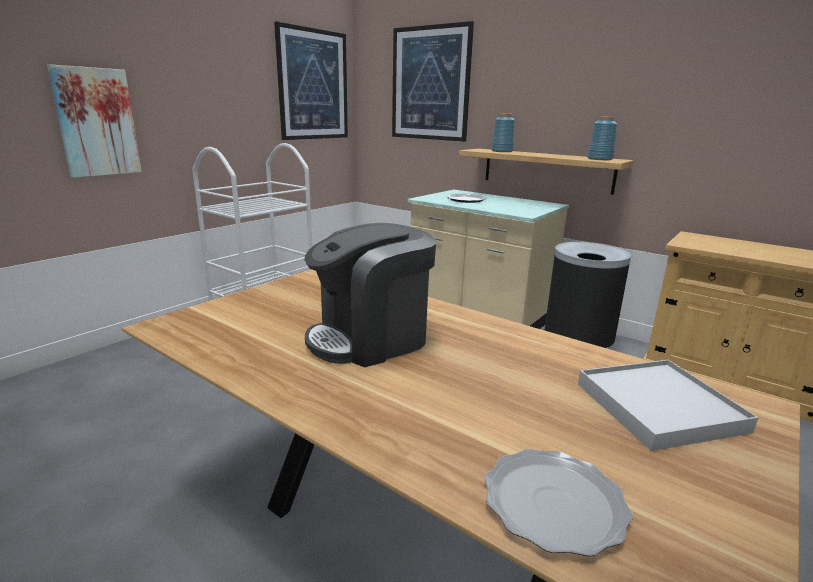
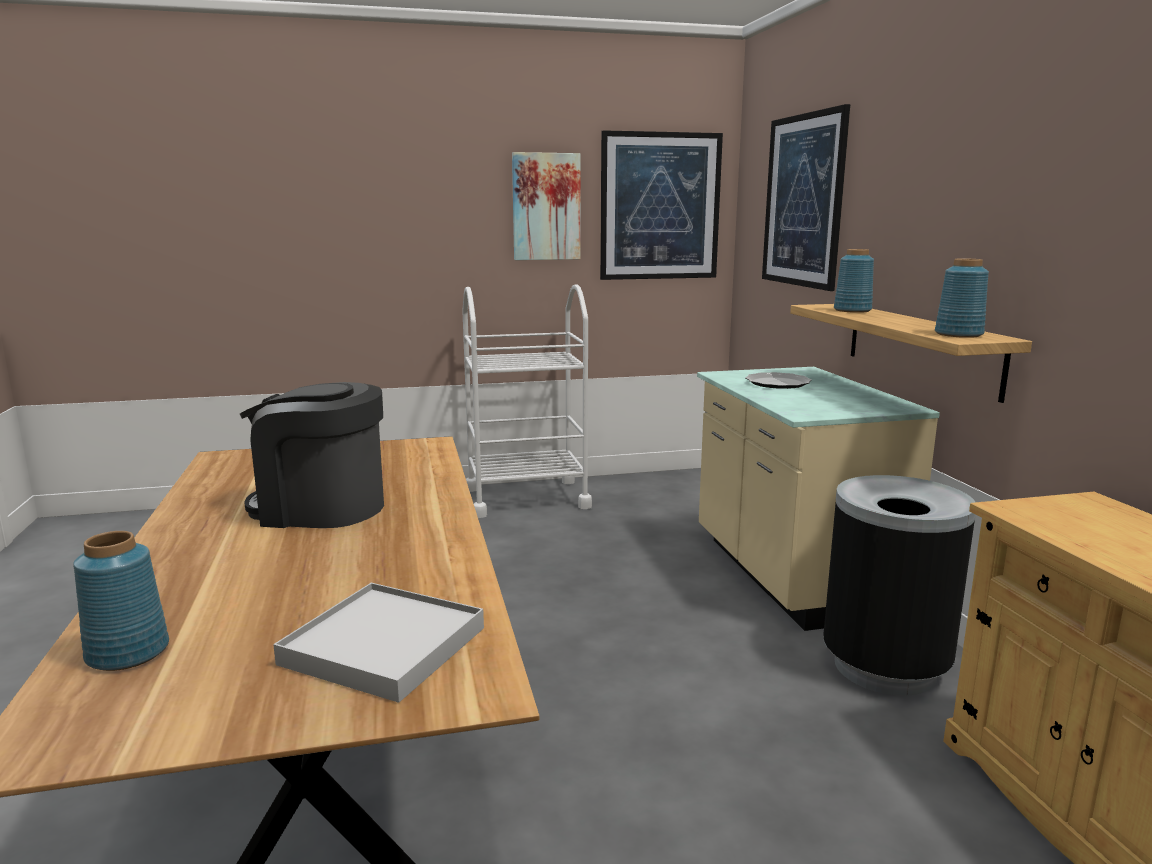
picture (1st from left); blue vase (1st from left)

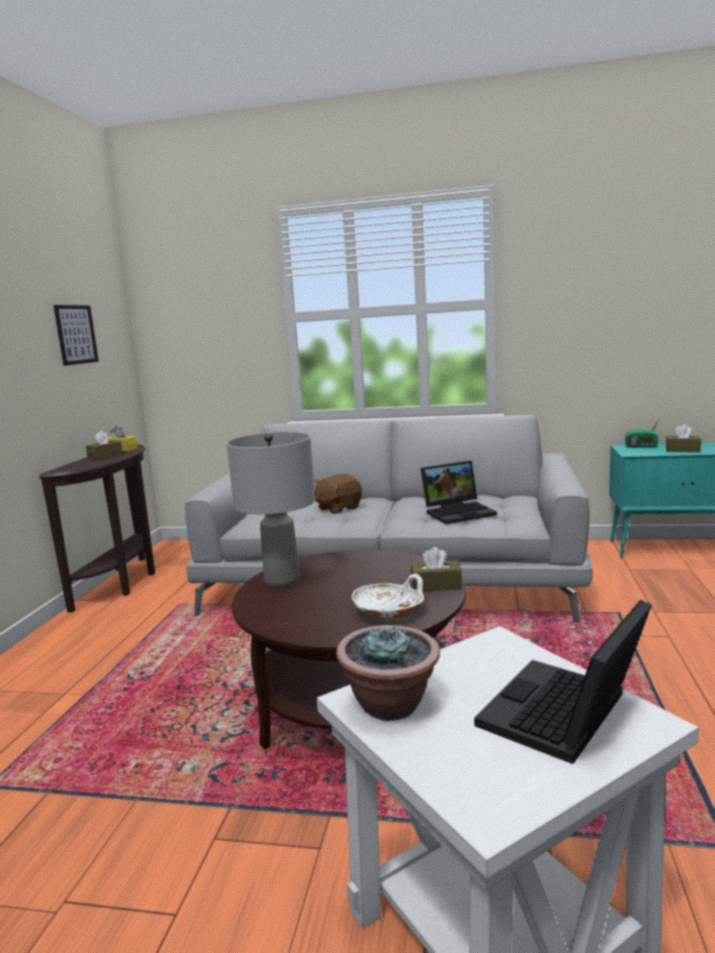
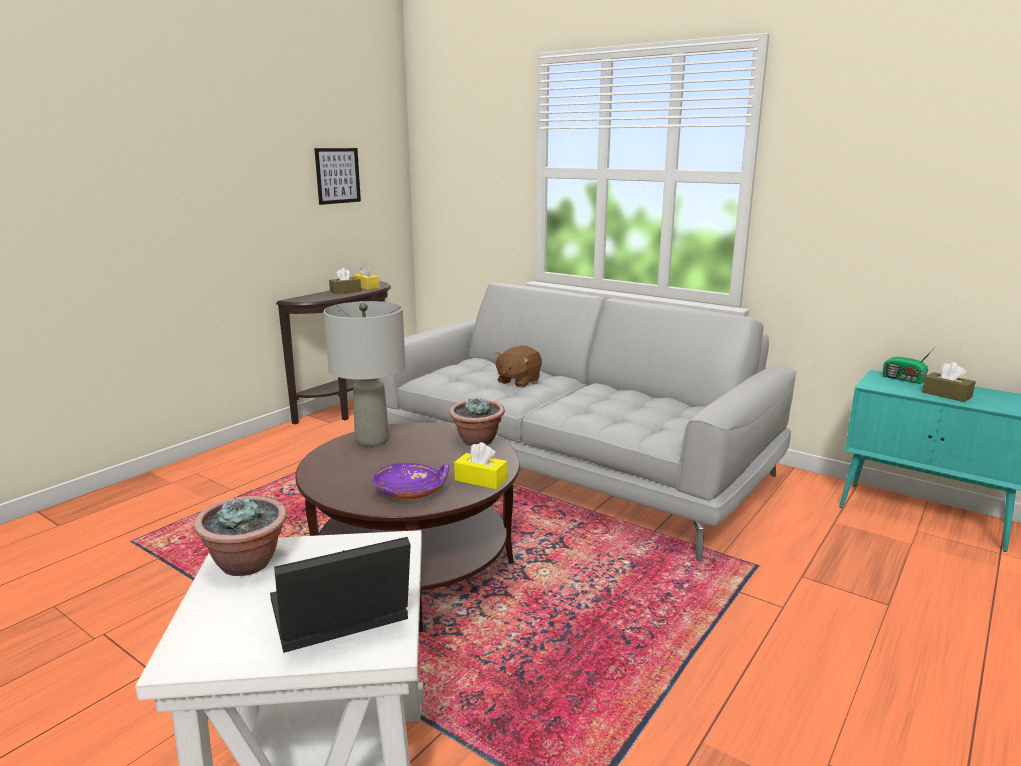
laptop (1st from left in the first image); brown plush toy; yellow tissue box (2nd from left); purple bowl; potted plant (2nd from left)

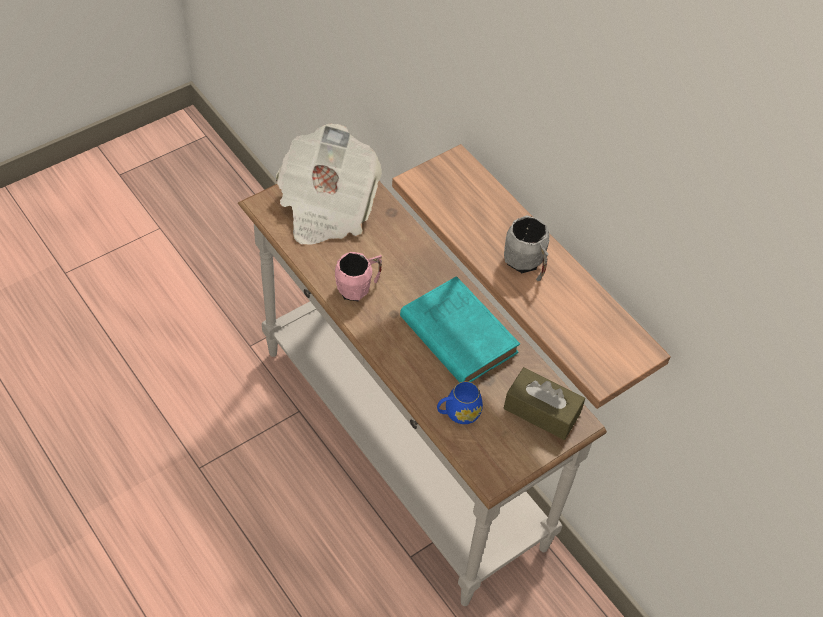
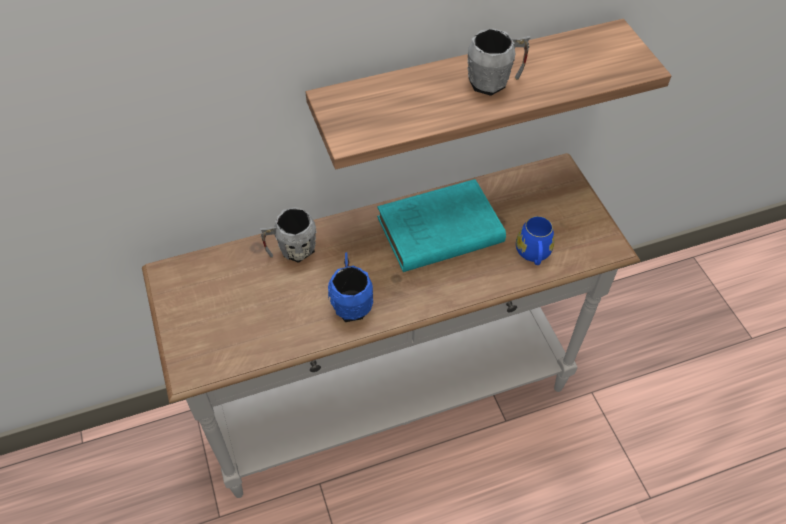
newspaper; blue mug (1st from left); brown tissue box; grey mug (1st from left)

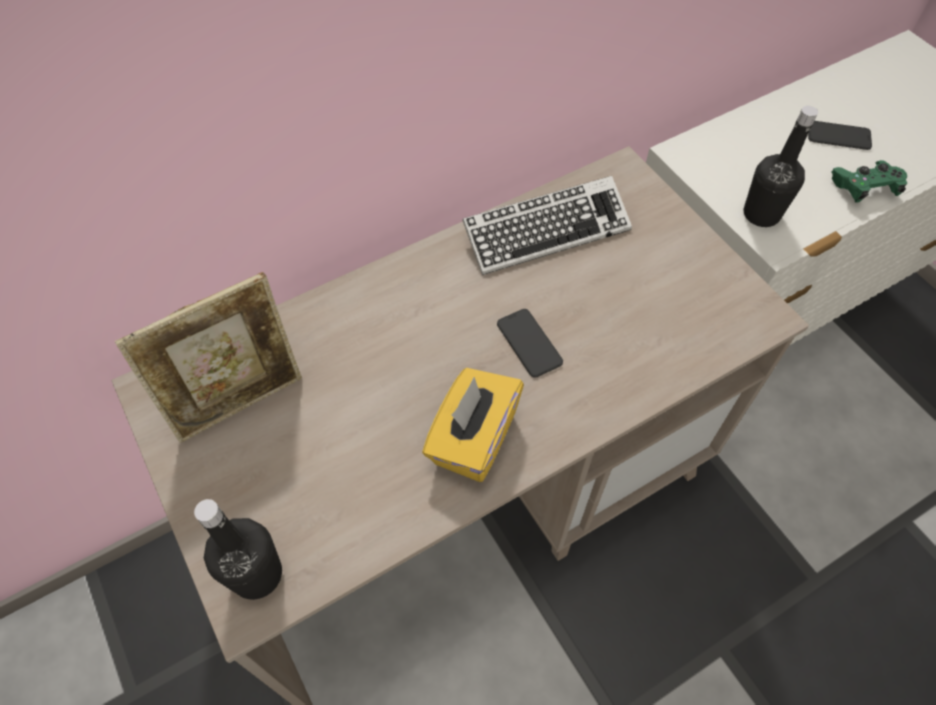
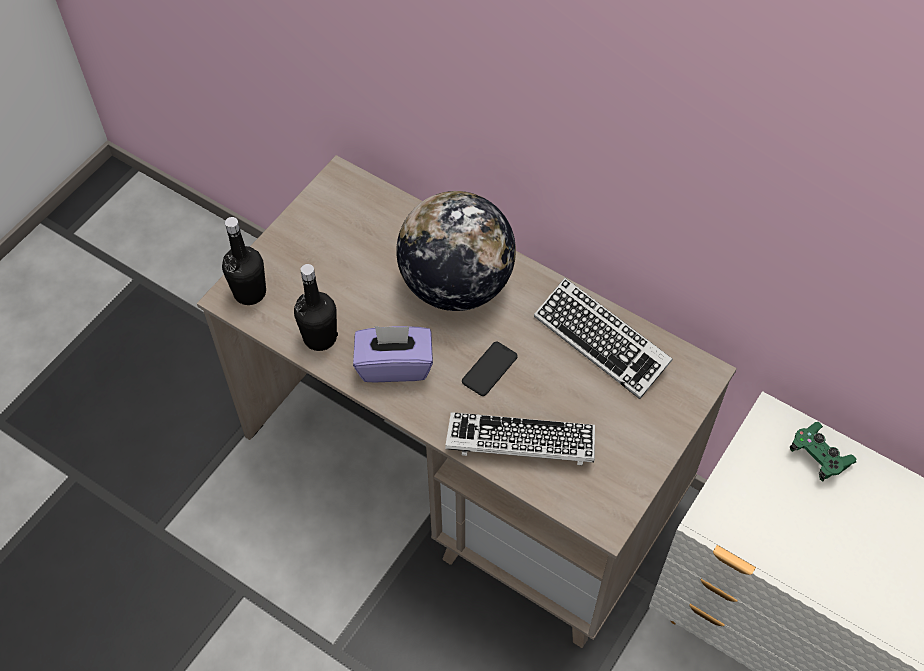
black bottle (2nd from left); phone (2nd from left in the first image); green game controller; picture frame; purple tissue box; globe; keyboard (1st from left)

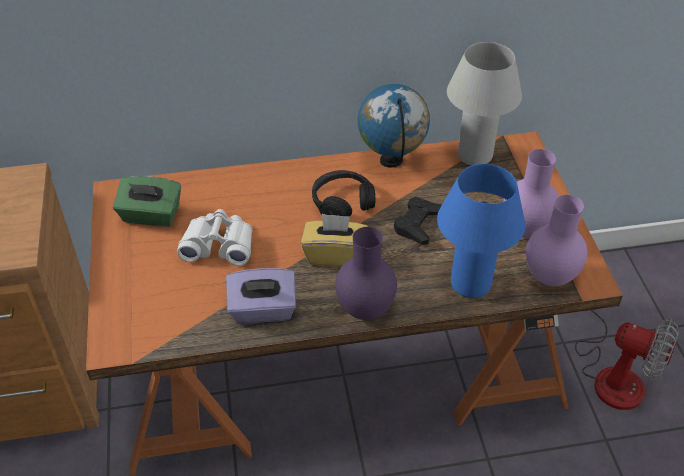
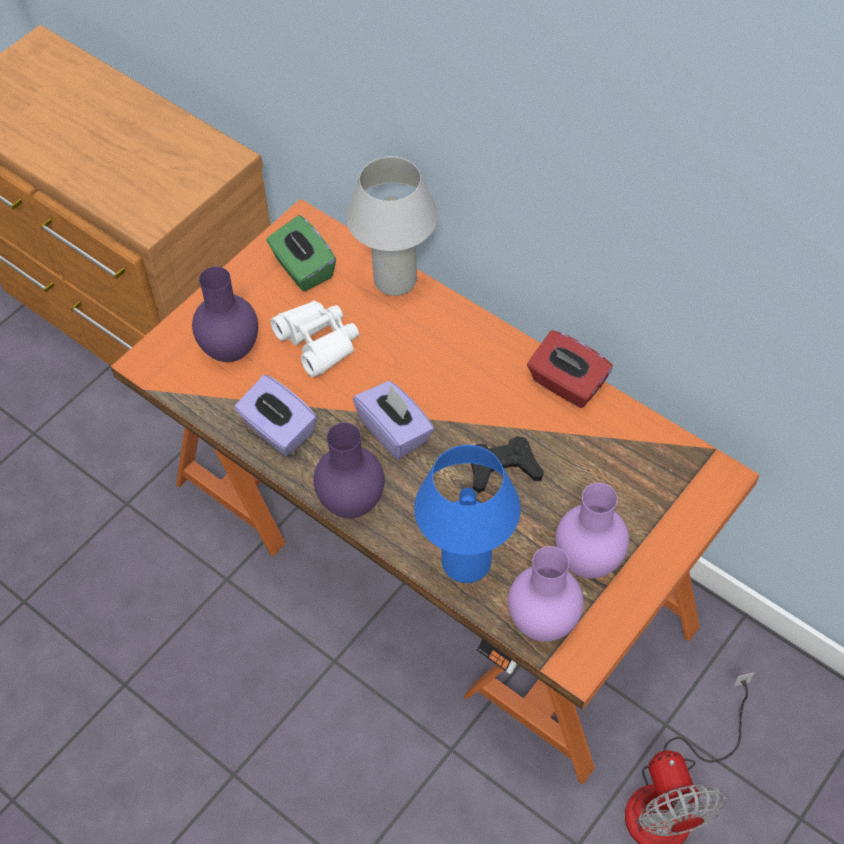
white table lamp; red tissue box; black headphones; purple tissue box (2nd from left); purple vase (1st from left)

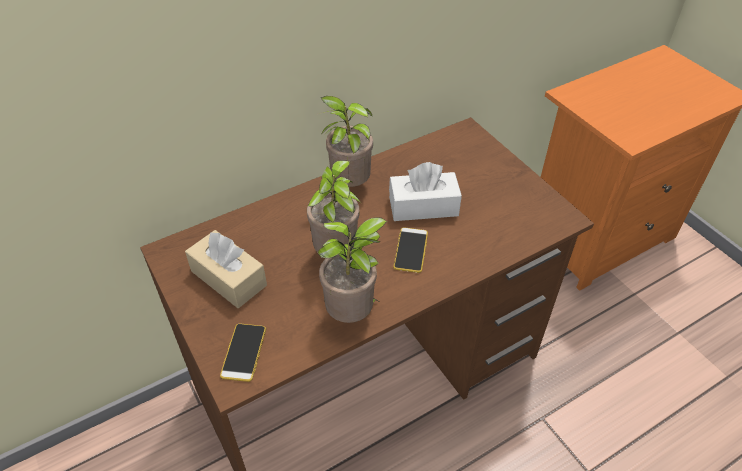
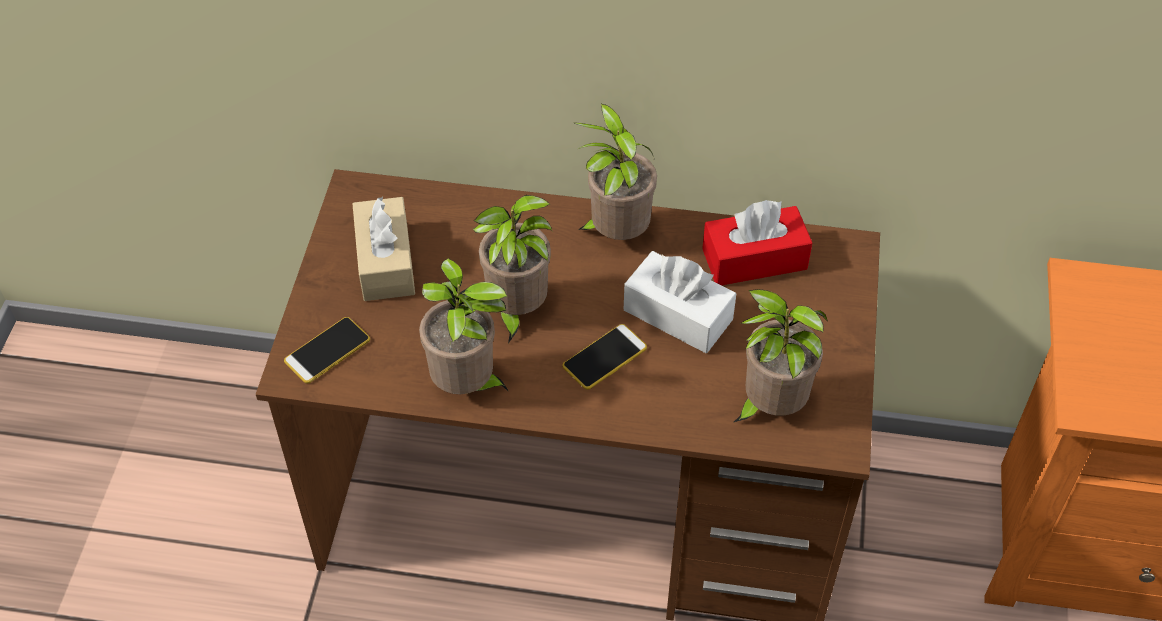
red tissue box; potted plant (4th from left)

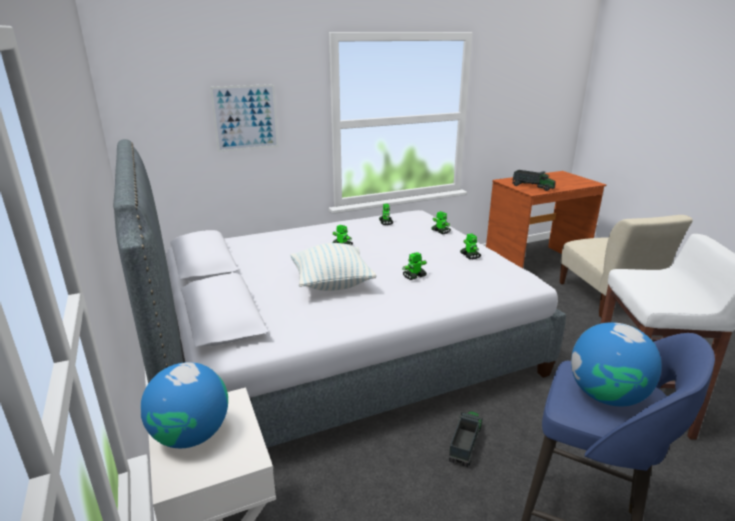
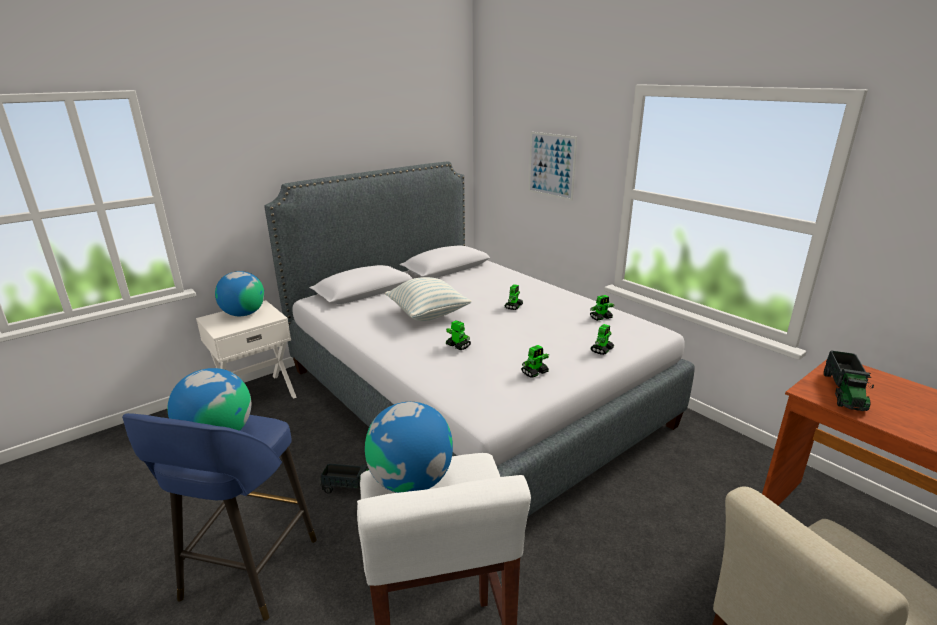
globe (3rd from left)

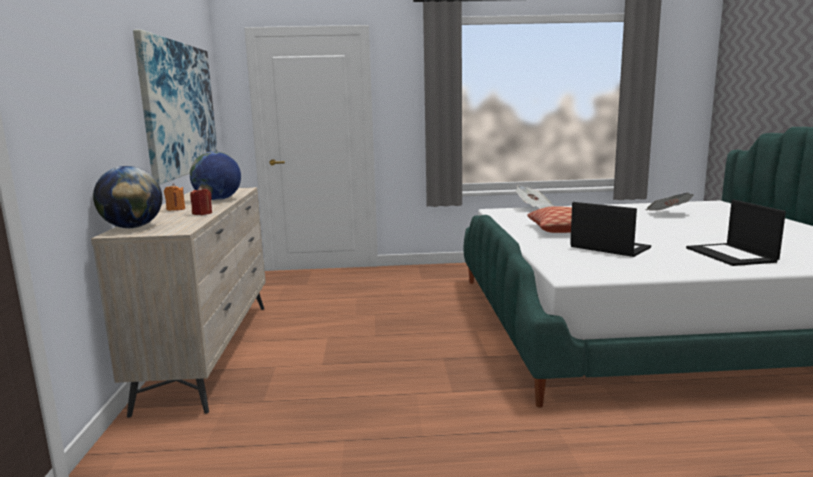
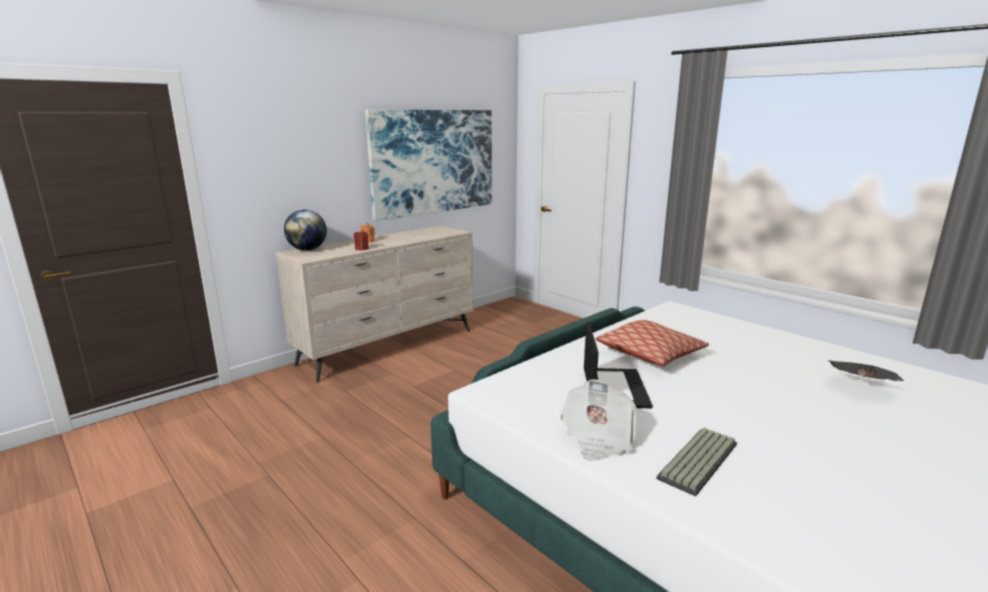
globe (2nd from left in the first image); newspaper (1st from left); keyboard

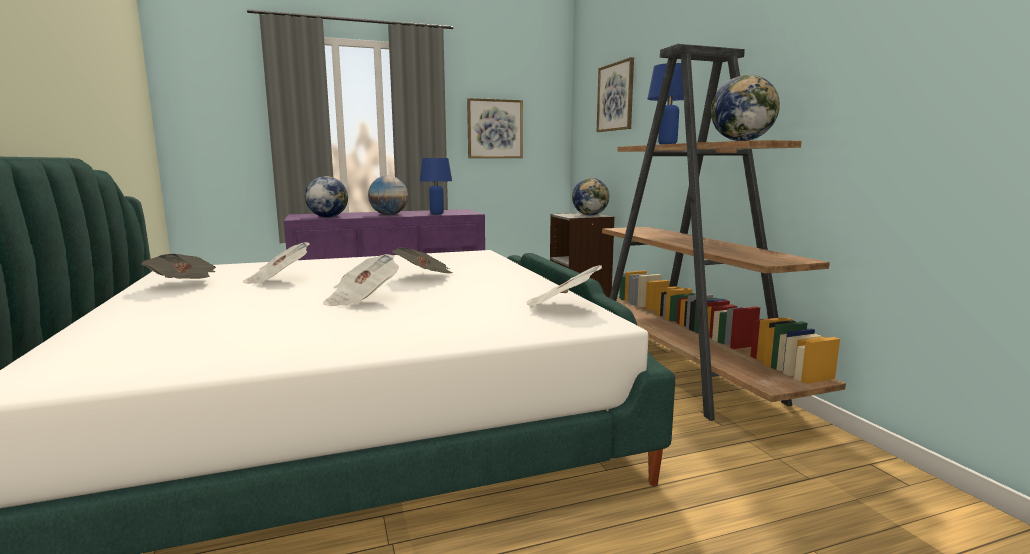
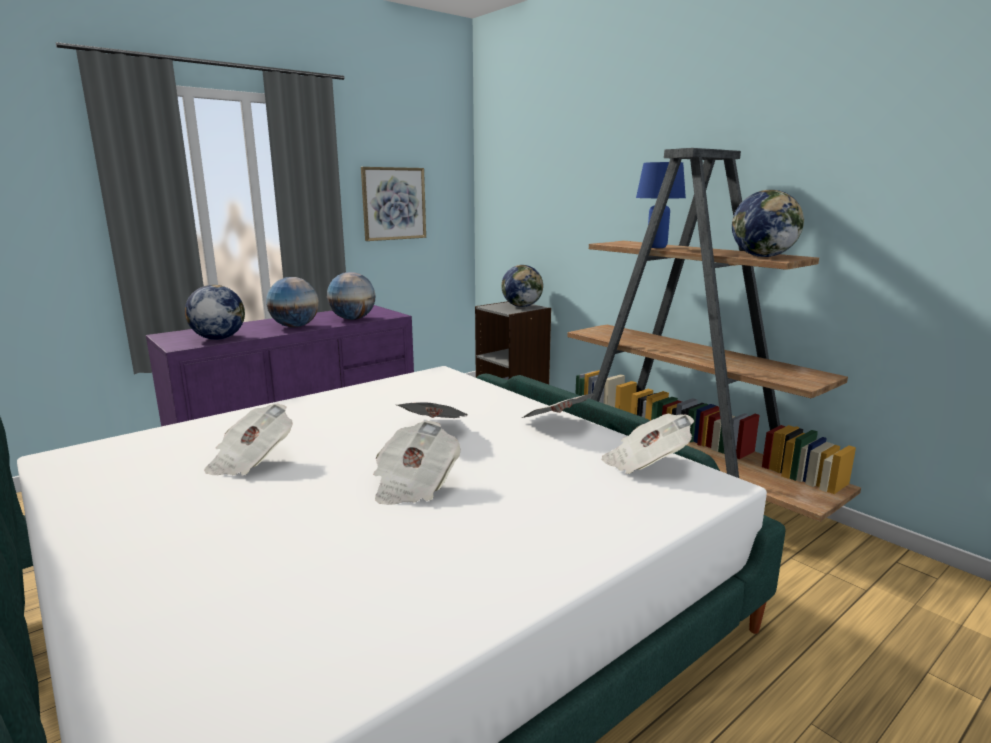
picture (2nd from left in the first image); globe (3rd from left); newspaper (4th from left)

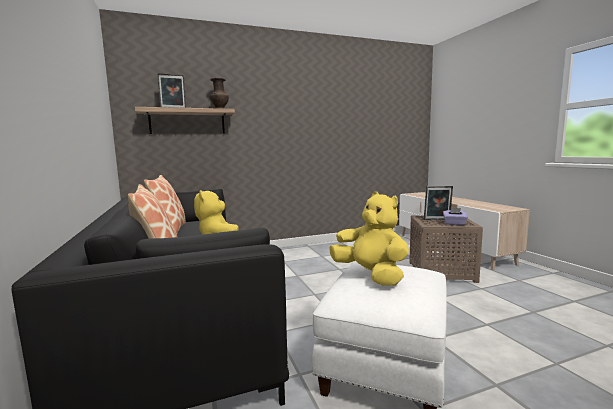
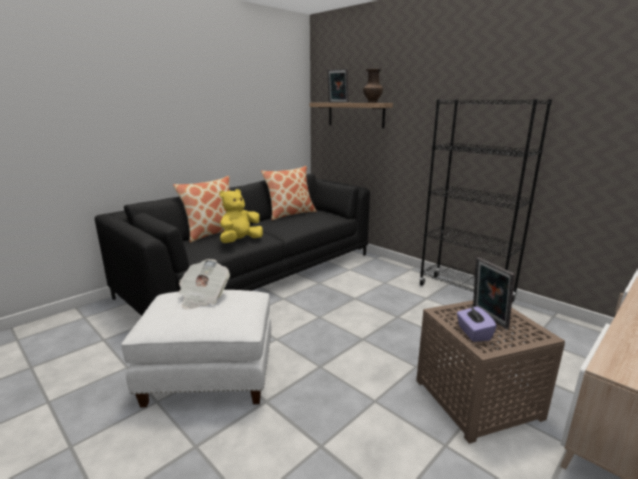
newspaper; black bookcase

